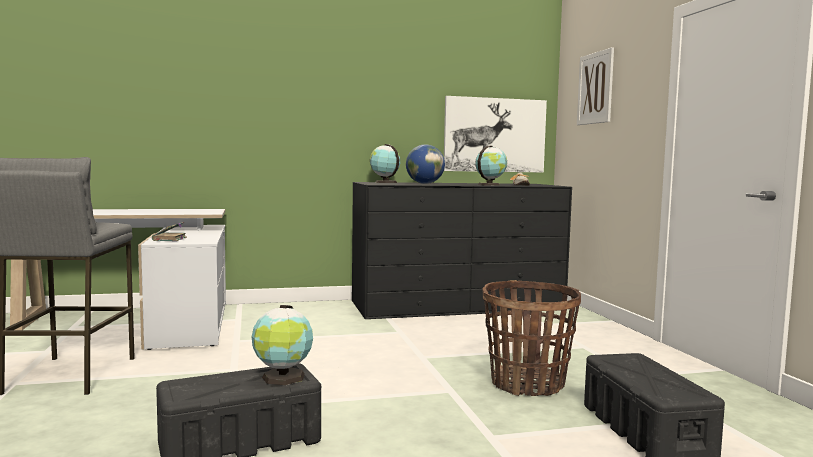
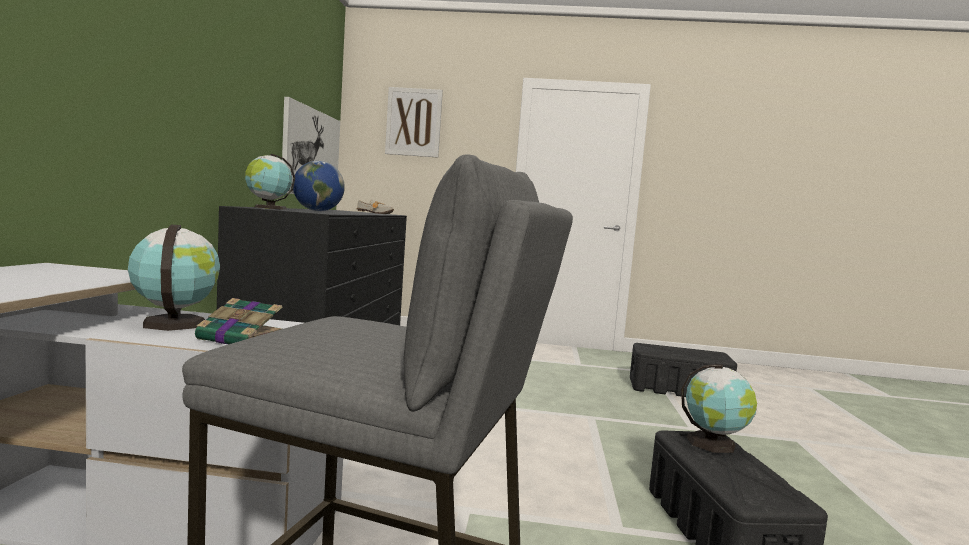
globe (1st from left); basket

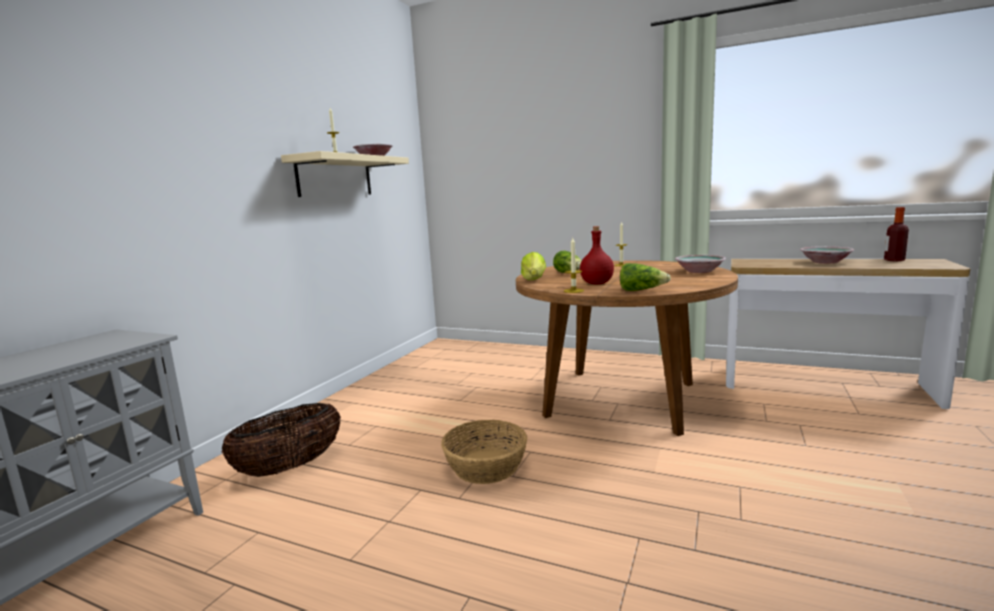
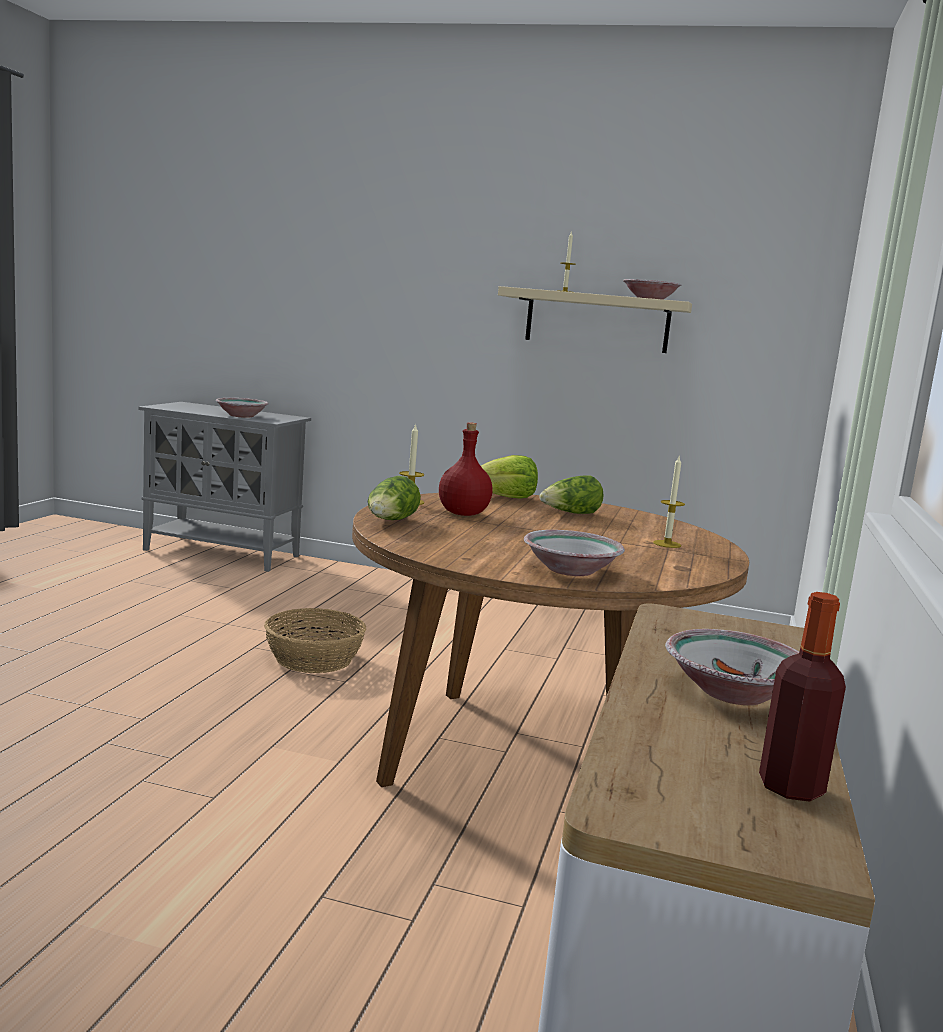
basket (1st from left in the first image); bowl (1st from left)

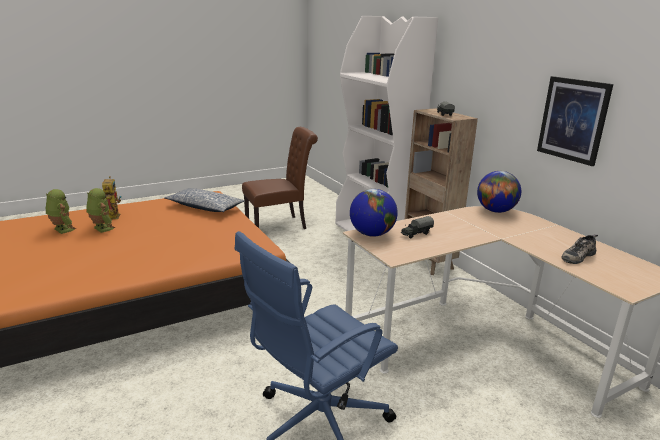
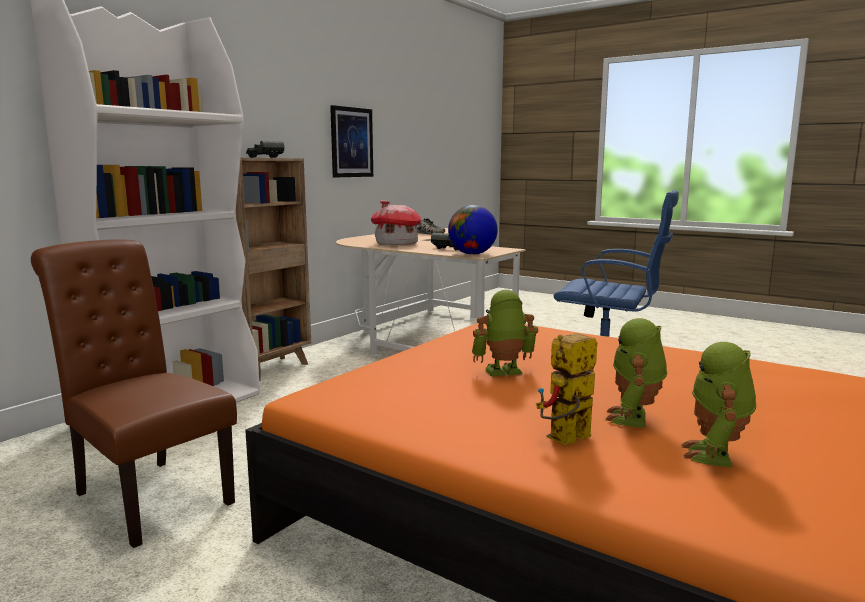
globe (2nd from left in the first image); pillow; toy house; toy robot (1st from left)

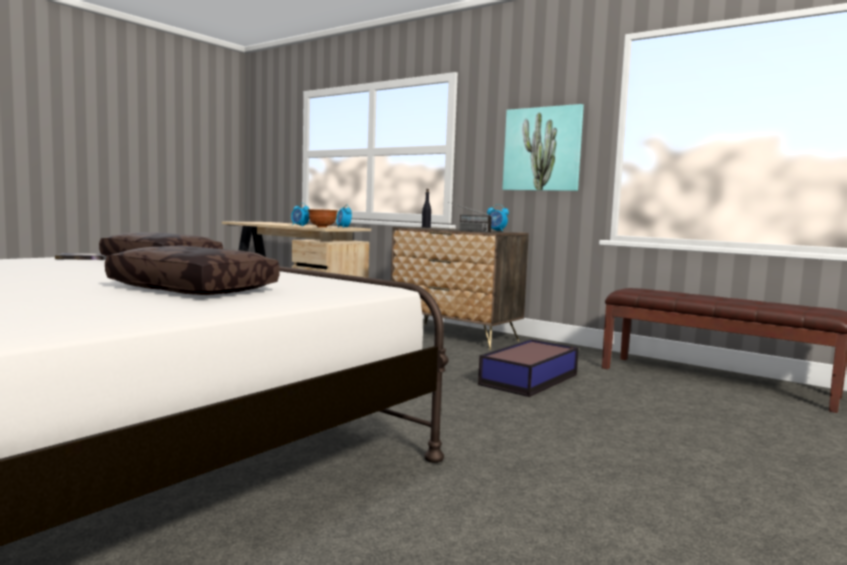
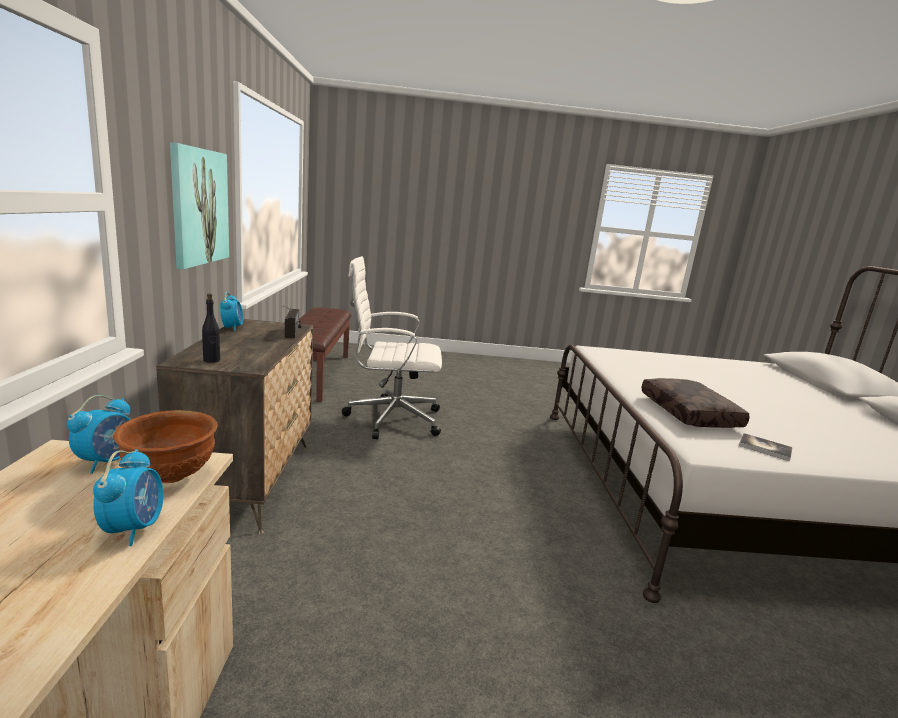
brown pillow (2nd from left in the first image); white office chair

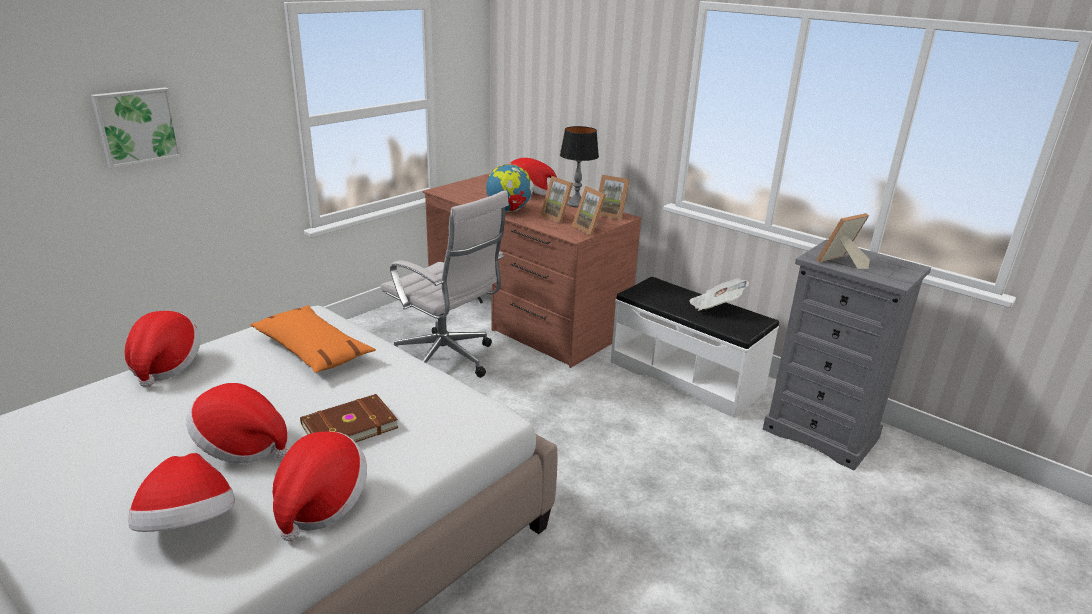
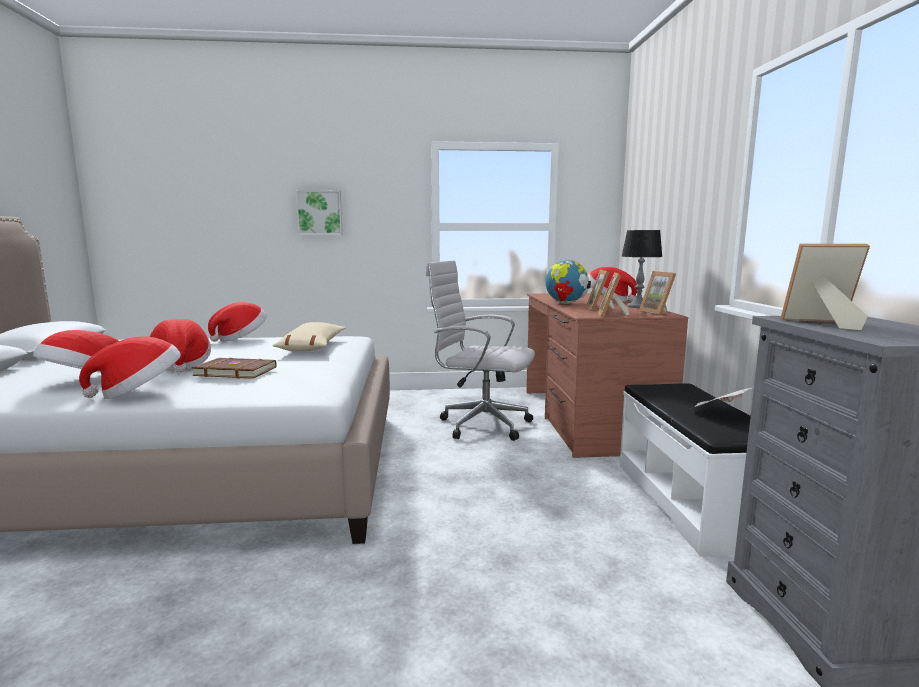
white office chair; beige pillow

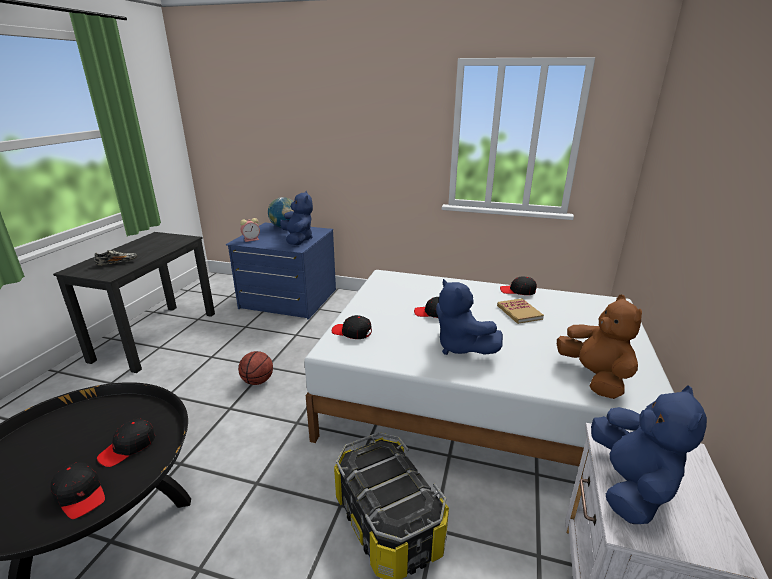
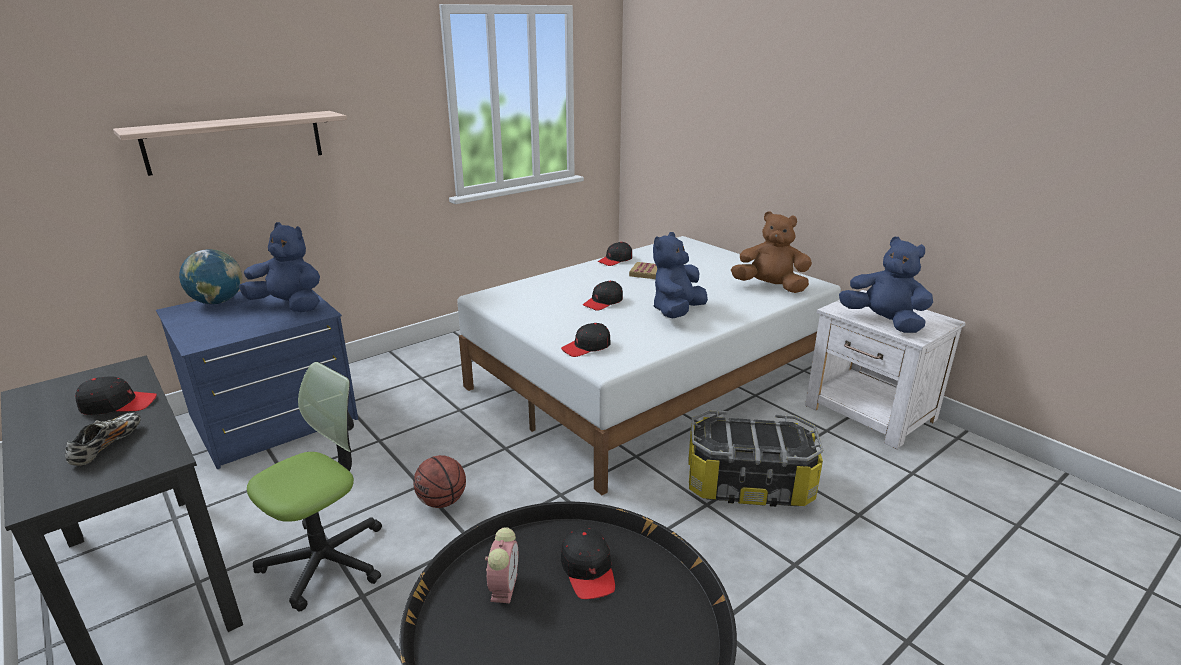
alarm clock; blue plush toy (2nd from left); black cap (1st from left); shelf; office chair

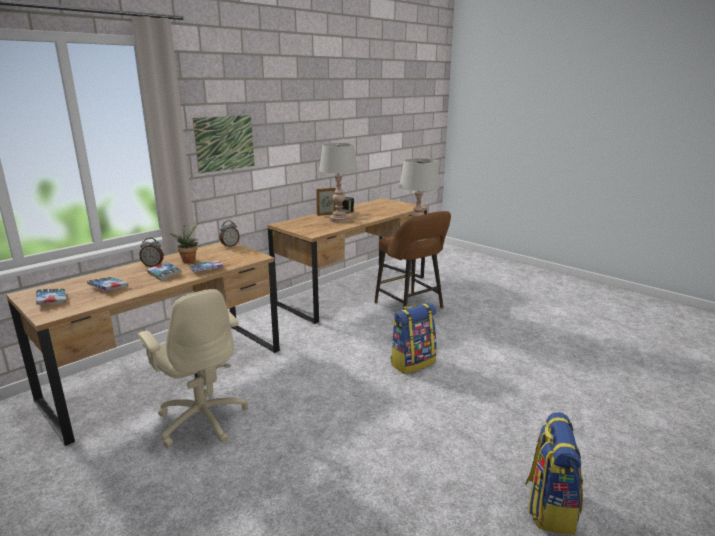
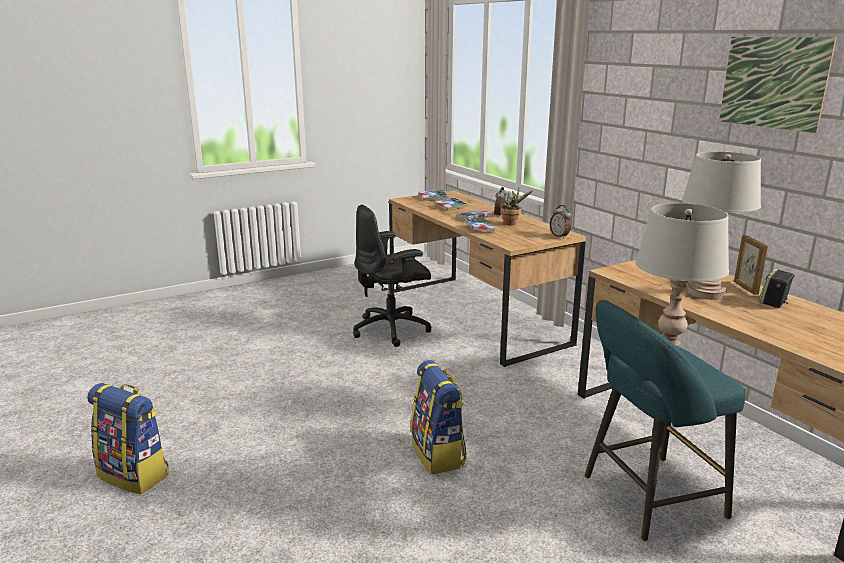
picture; turquoise stool; black office chair

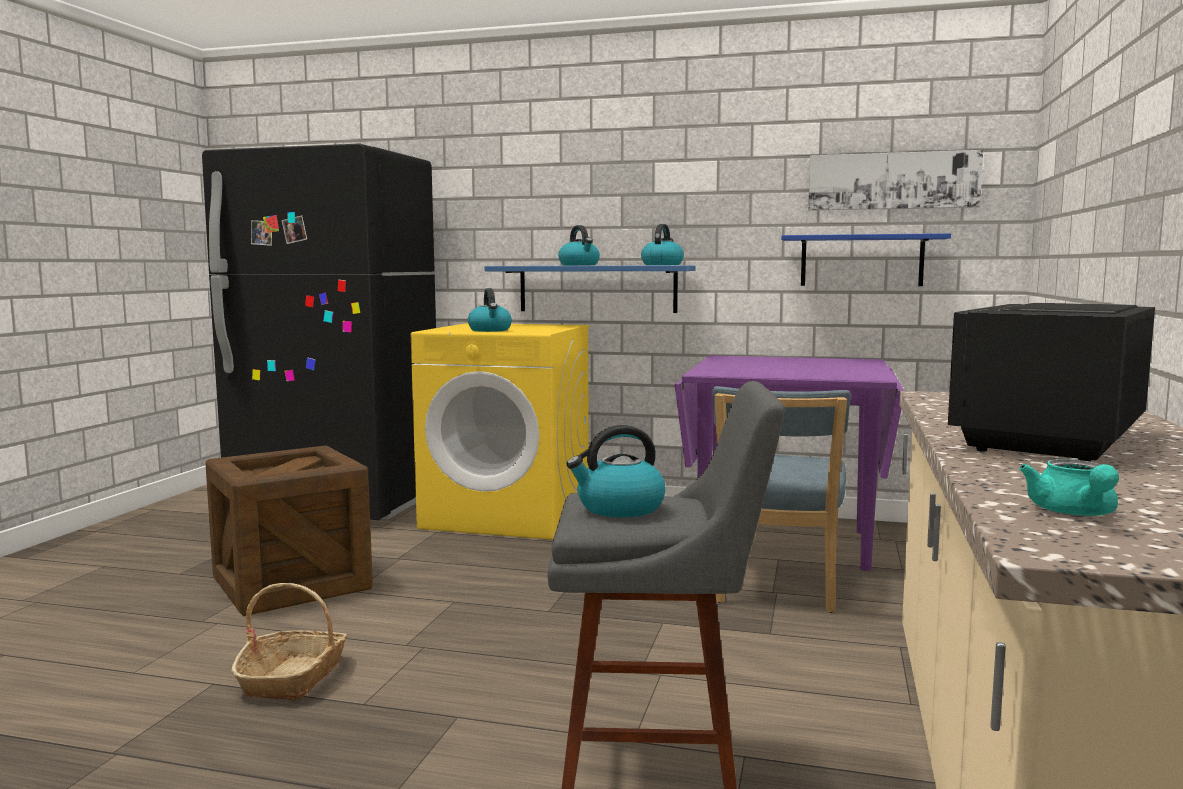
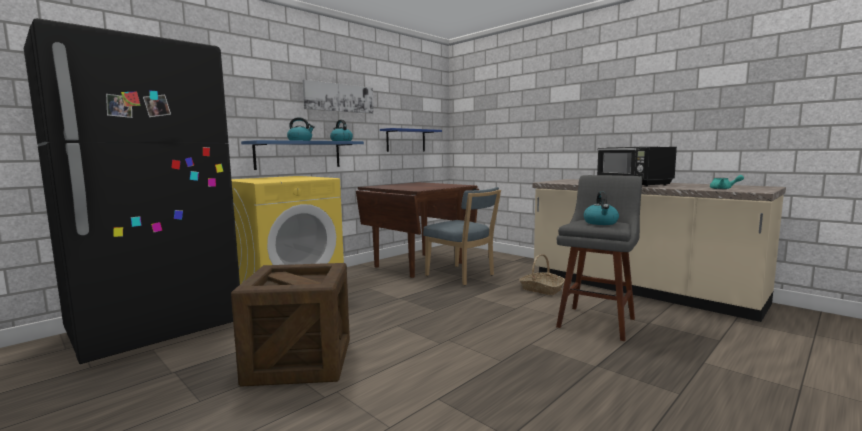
picture; kettle (1st from left in the first image); brown dining table; basket

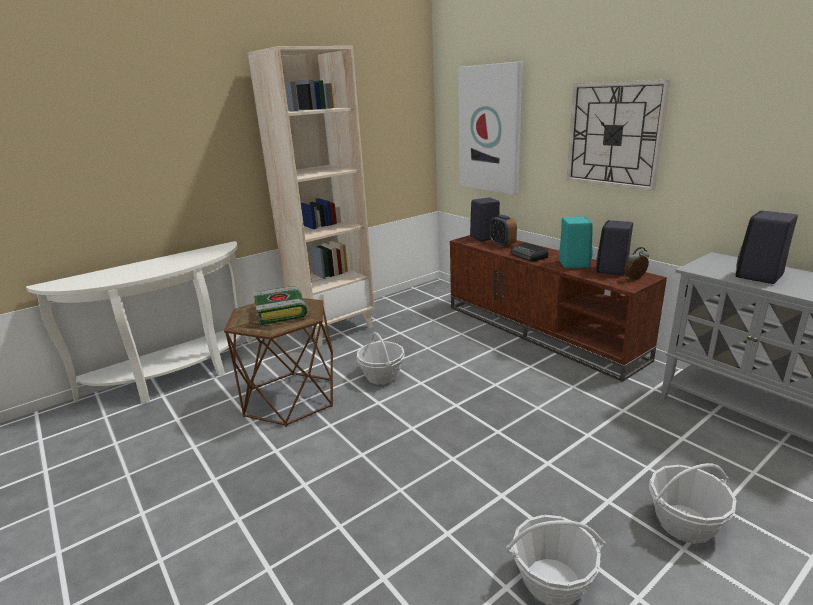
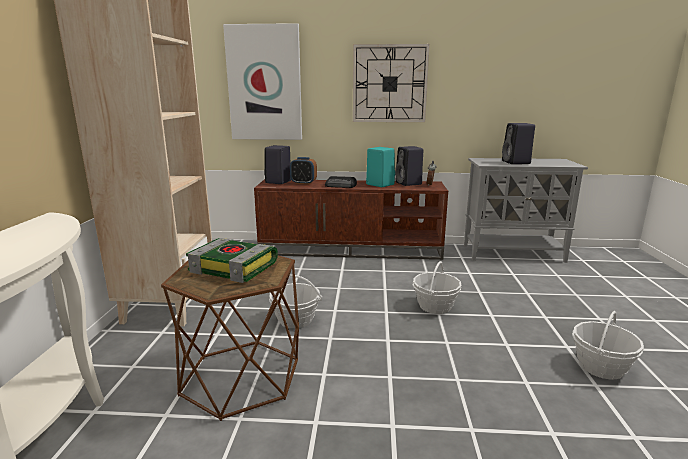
basket (2nd from left)

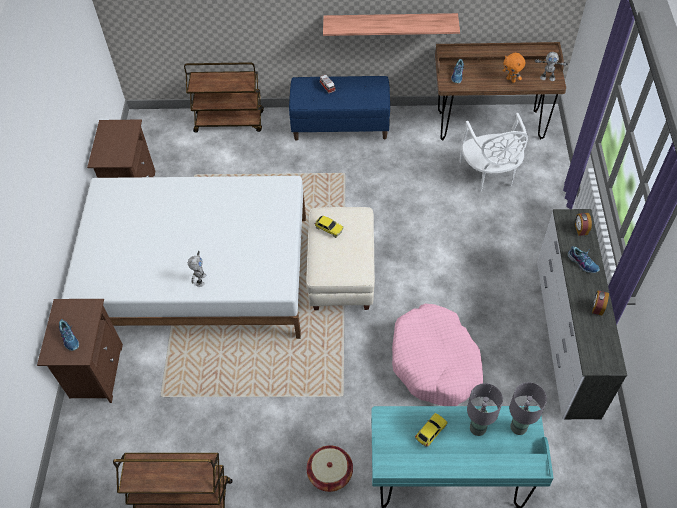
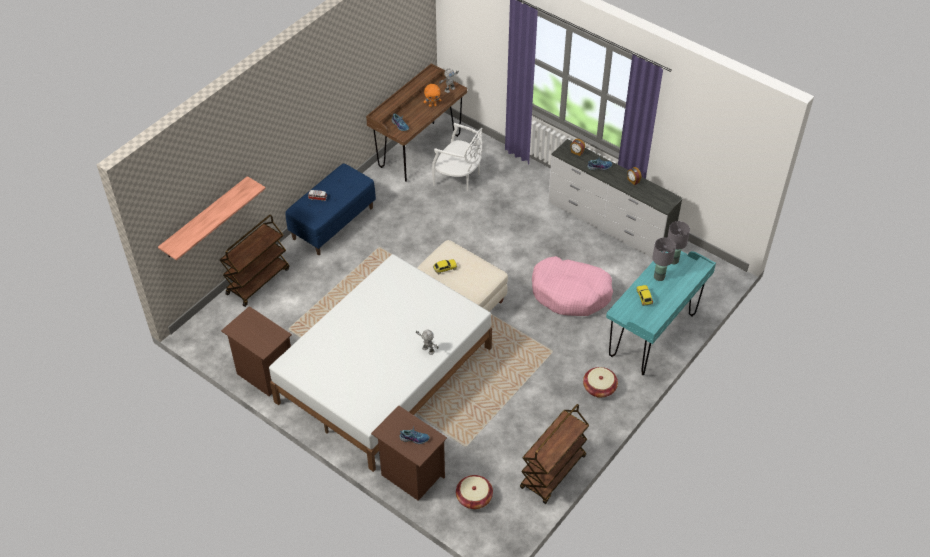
shelf; basket (1st from left)

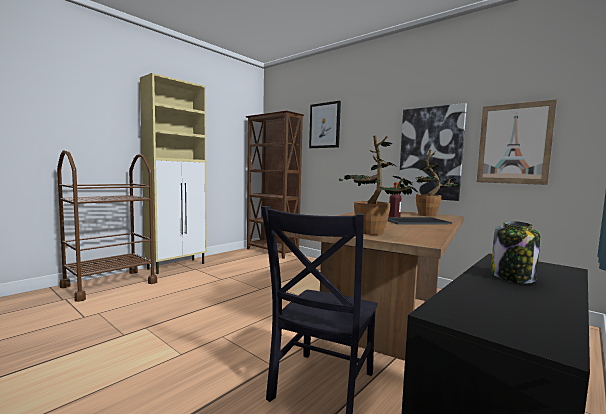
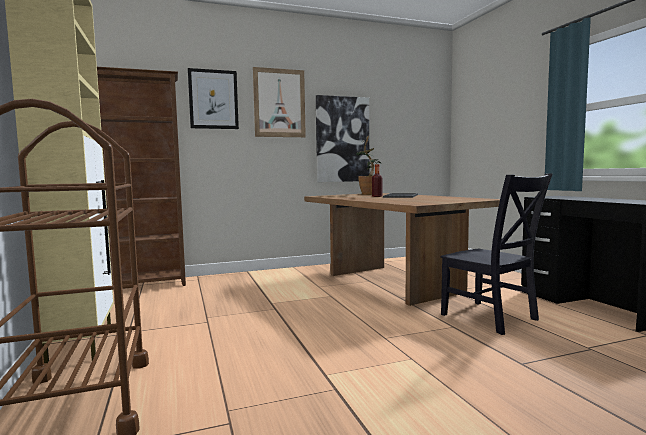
picture (2nd from left); potted plant (1st from left in the first image); jar

